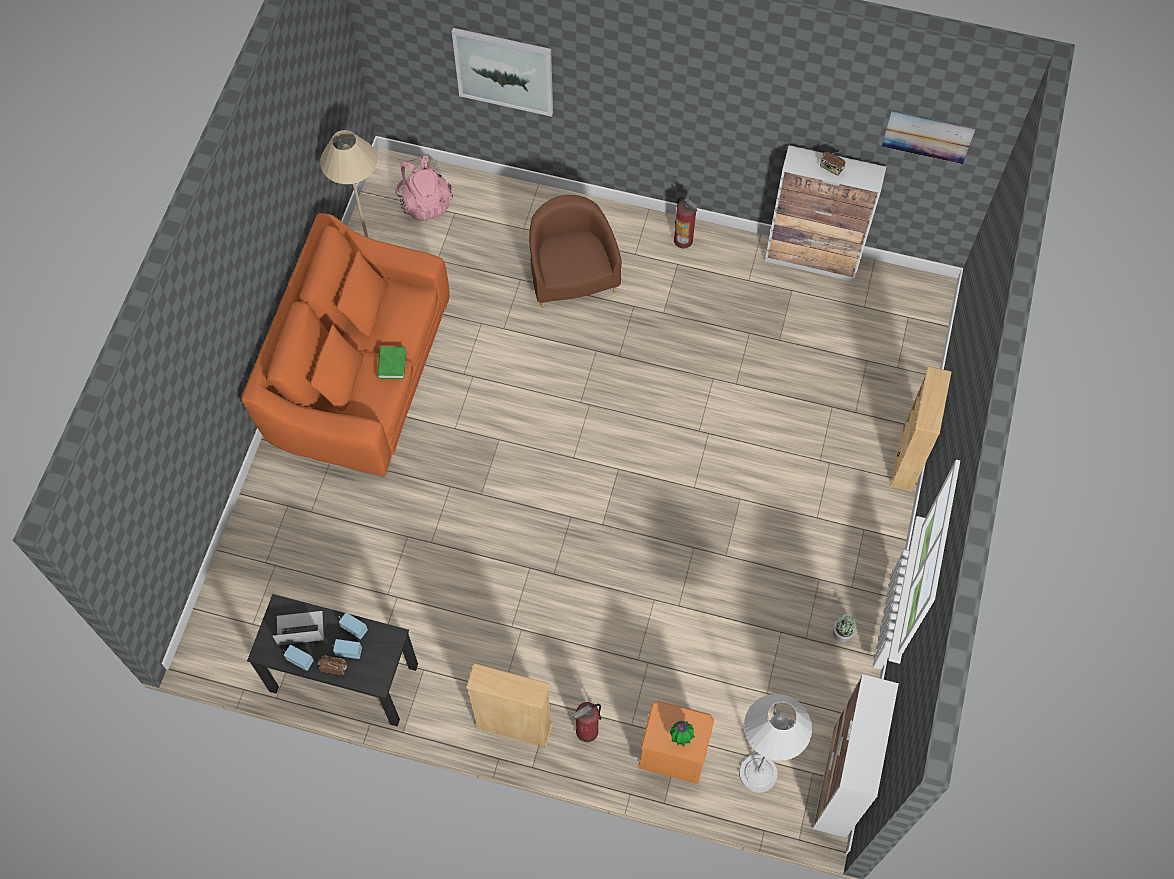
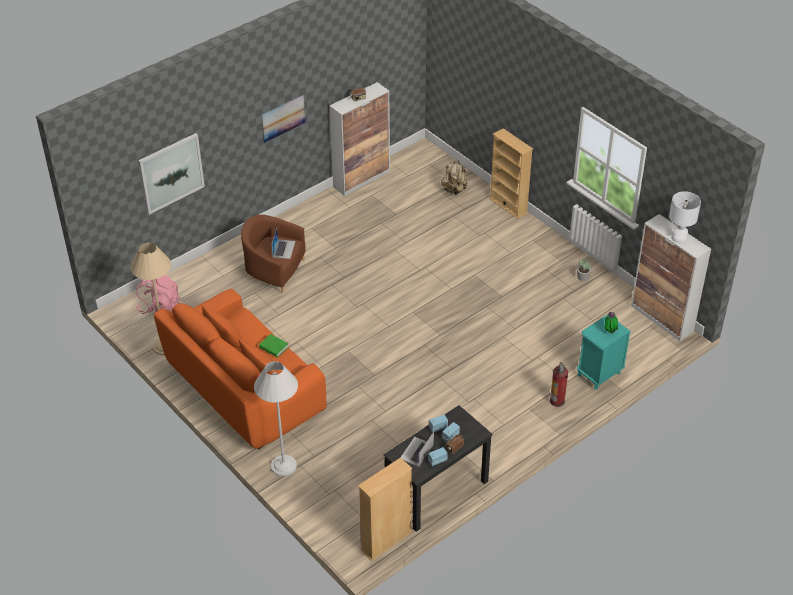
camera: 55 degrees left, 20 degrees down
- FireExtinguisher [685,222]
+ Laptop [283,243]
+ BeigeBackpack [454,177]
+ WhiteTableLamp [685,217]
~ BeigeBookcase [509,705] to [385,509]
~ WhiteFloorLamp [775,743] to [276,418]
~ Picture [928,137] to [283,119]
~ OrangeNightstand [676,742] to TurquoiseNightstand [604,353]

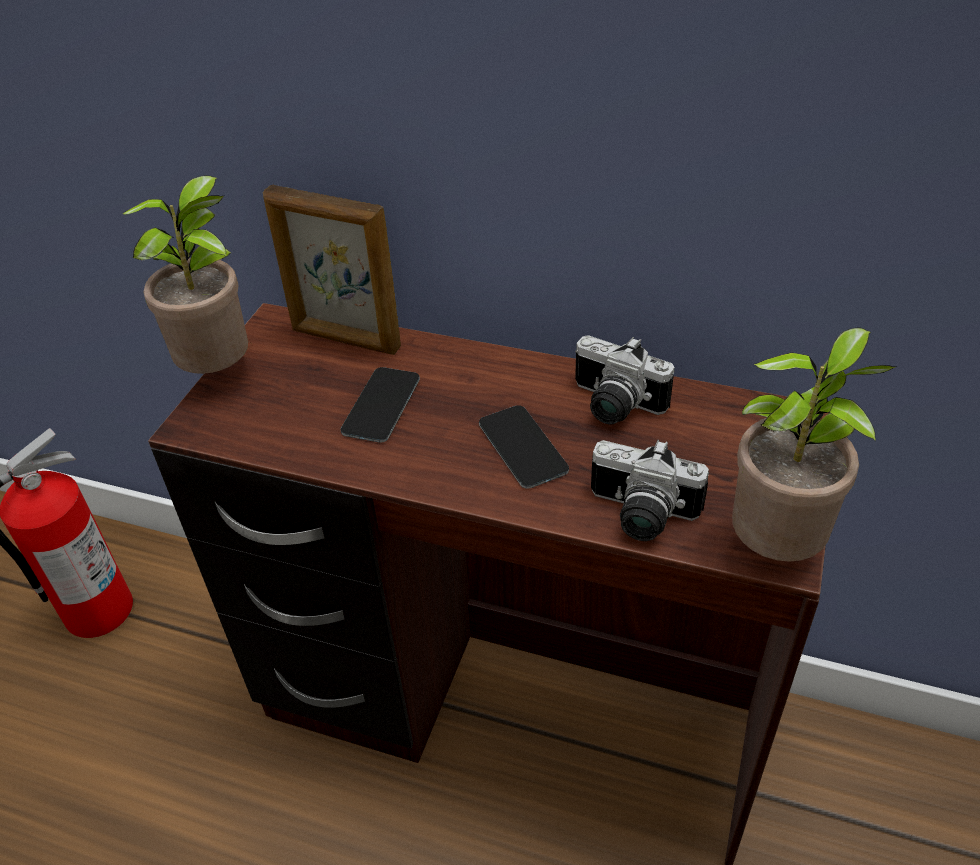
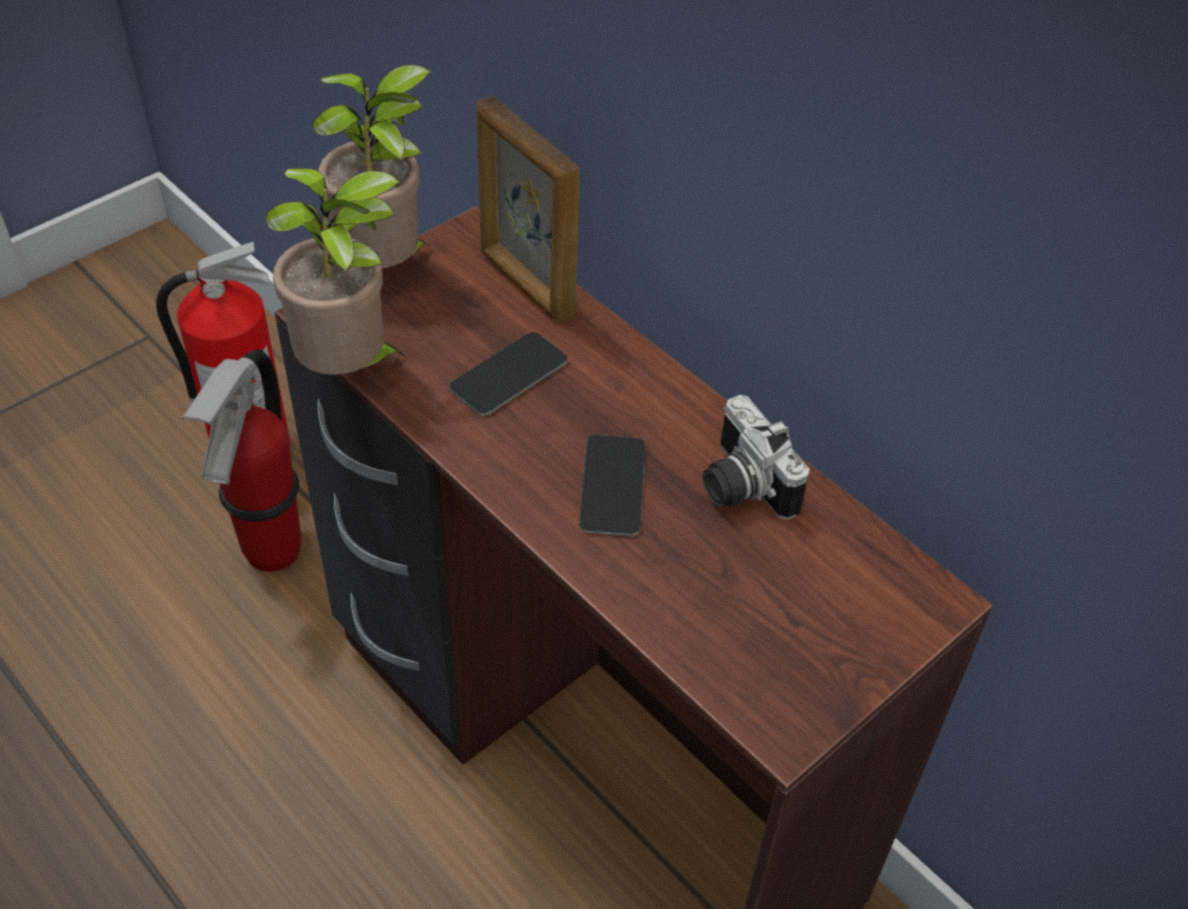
camera: 25 degrees right, 5 degrees up
- PhotoCamera [650,490]
+ FireExtinguisher [241,460]
~ PottedPlant [814,444] to [335,271]

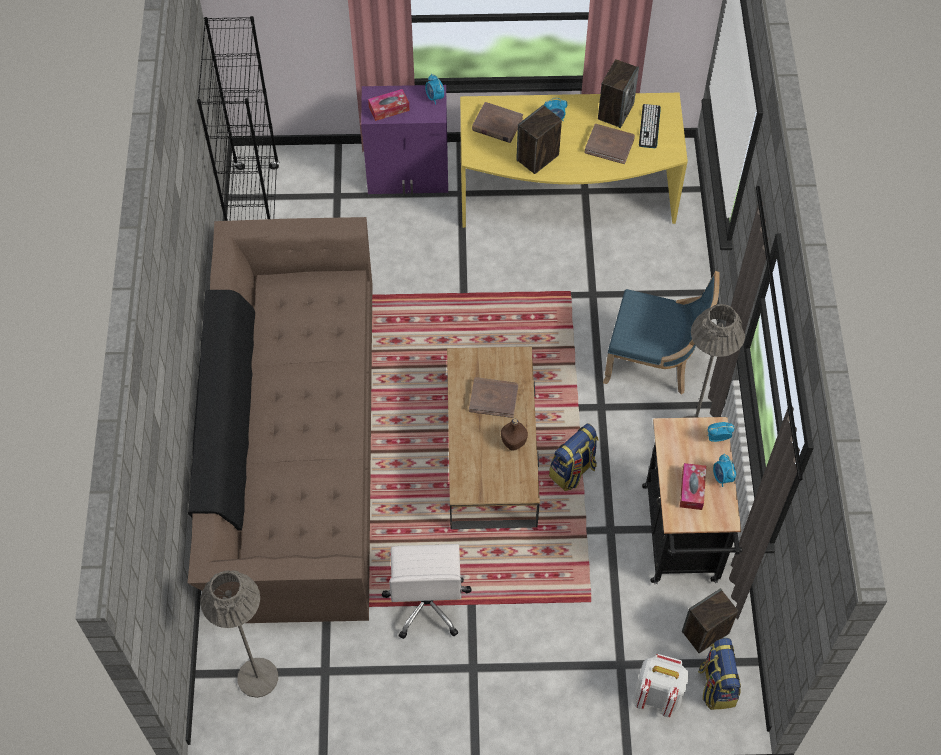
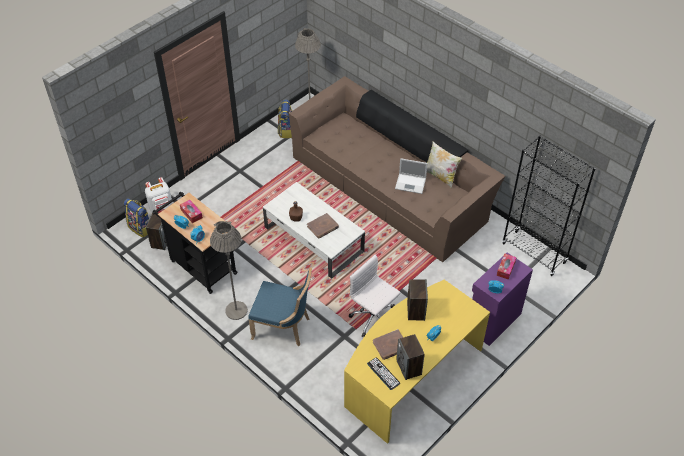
camera: 135 degrees right, 10 degrees down
- BrownBook [497,122]
+ Laptop [411,176]
+ Pillow [444,165]
~ WhiteOfficeChair [427,591] to [374,296]
~ Backpack [573,457] to [285,118]
~ BrownCoffeeTable [493,438] to WhiteCoffeeTable [314,230]
~ BlueChair [661,333] = [280,306] 135 degrees counterclockwise

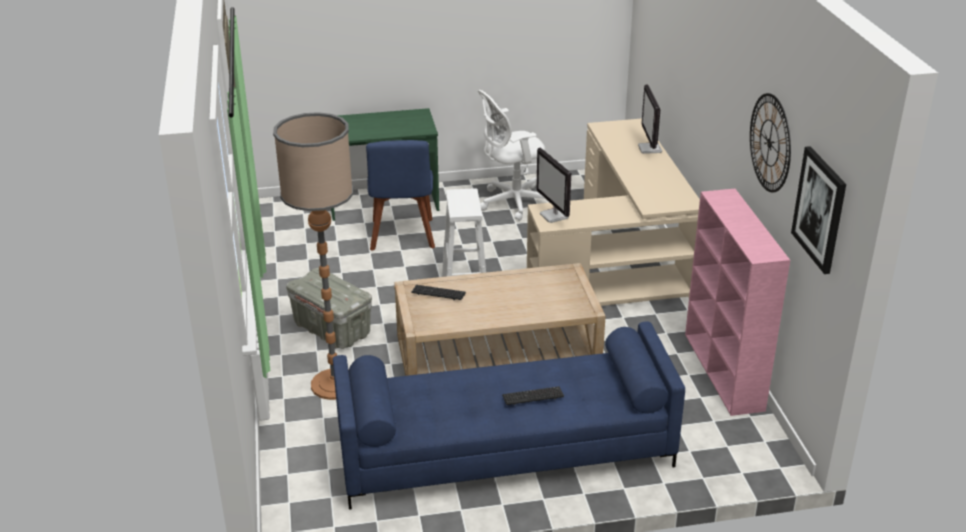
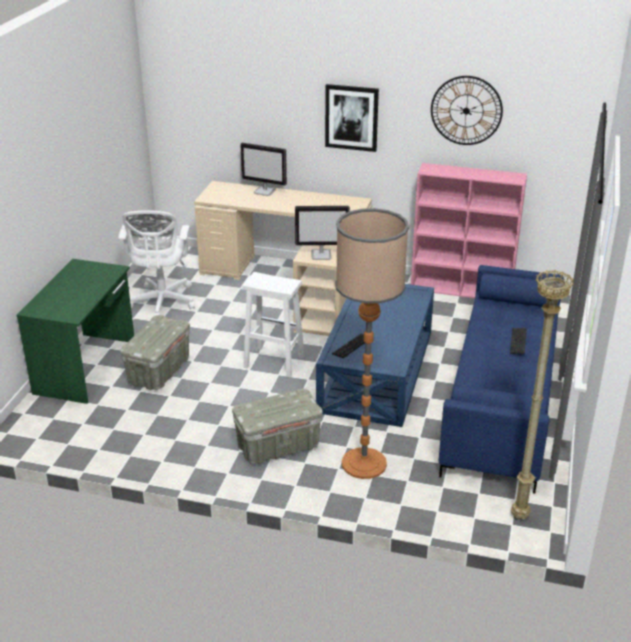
camera: 65 degrees left, 0 degrees up
+ BeigeFloorLamp [542,395]
~ Picture [818,210] to [352,118]
~ BlueChair [400,195] to GreyStorageBox [155,352]
~ BeigeCoffeeTable [500,319] to BlueCoffeeTable [375,355]

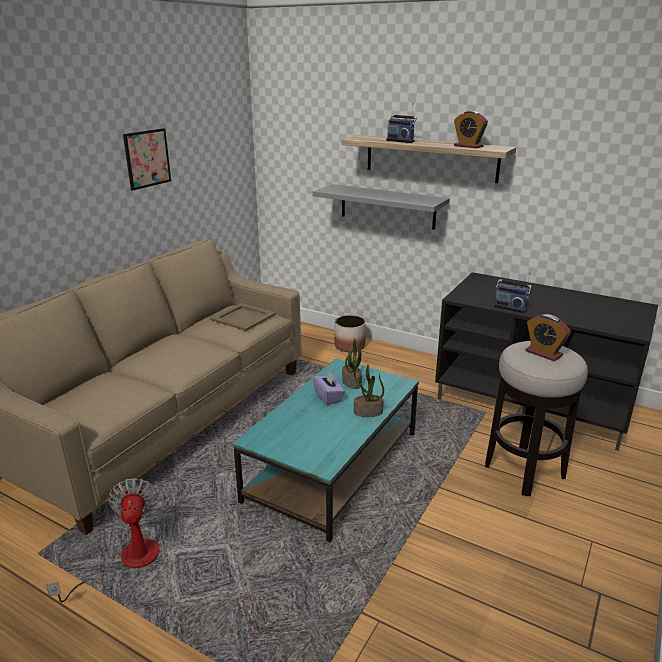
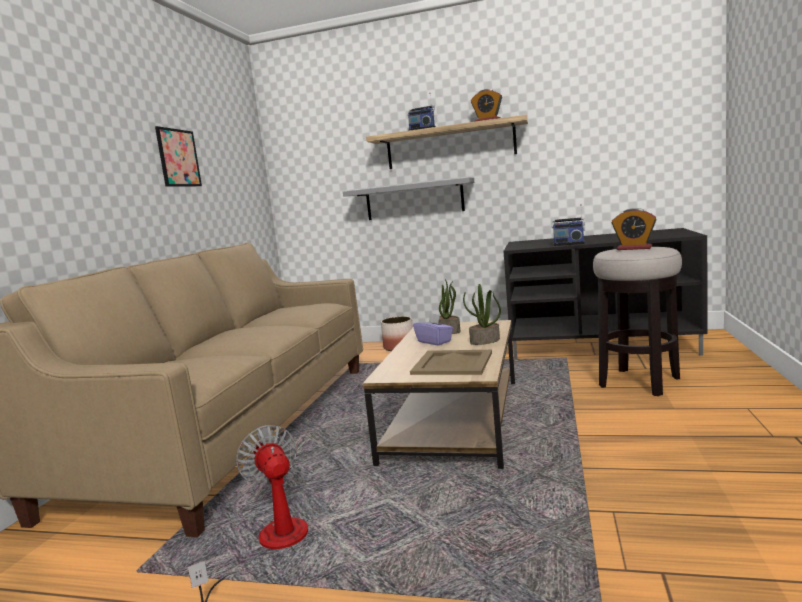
camera: 15 degrees left, 15 degrees down
~ BeigeTray [243,317] to [451,362]
~ TurquoiseCoffeeTable [325,450] to BrownCoffeeTable [439,394]

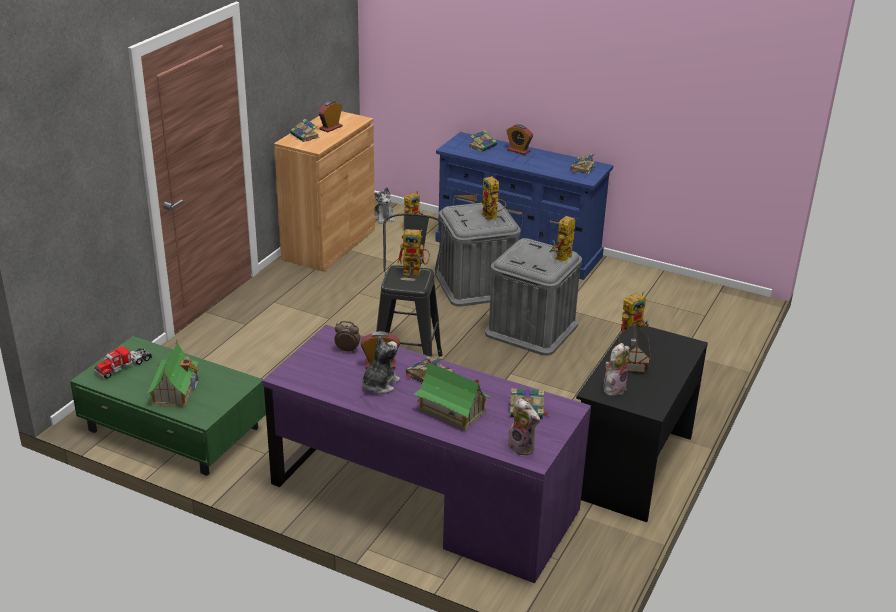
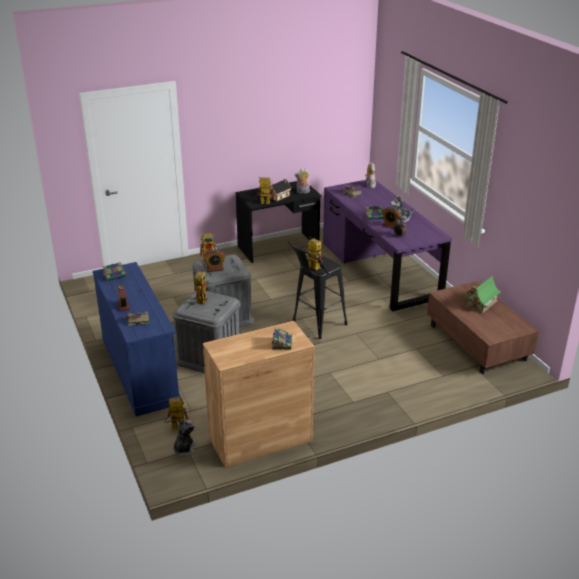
camera: 140 degrees left, 0 degrees up
- ToyTruck [123,362]
- ToyHouse [453,395]
~ AlarmClock [330,116] to [214,261]
~ GreenCoffeeTable [168,406] to BrownCoffeeTable [483,327]

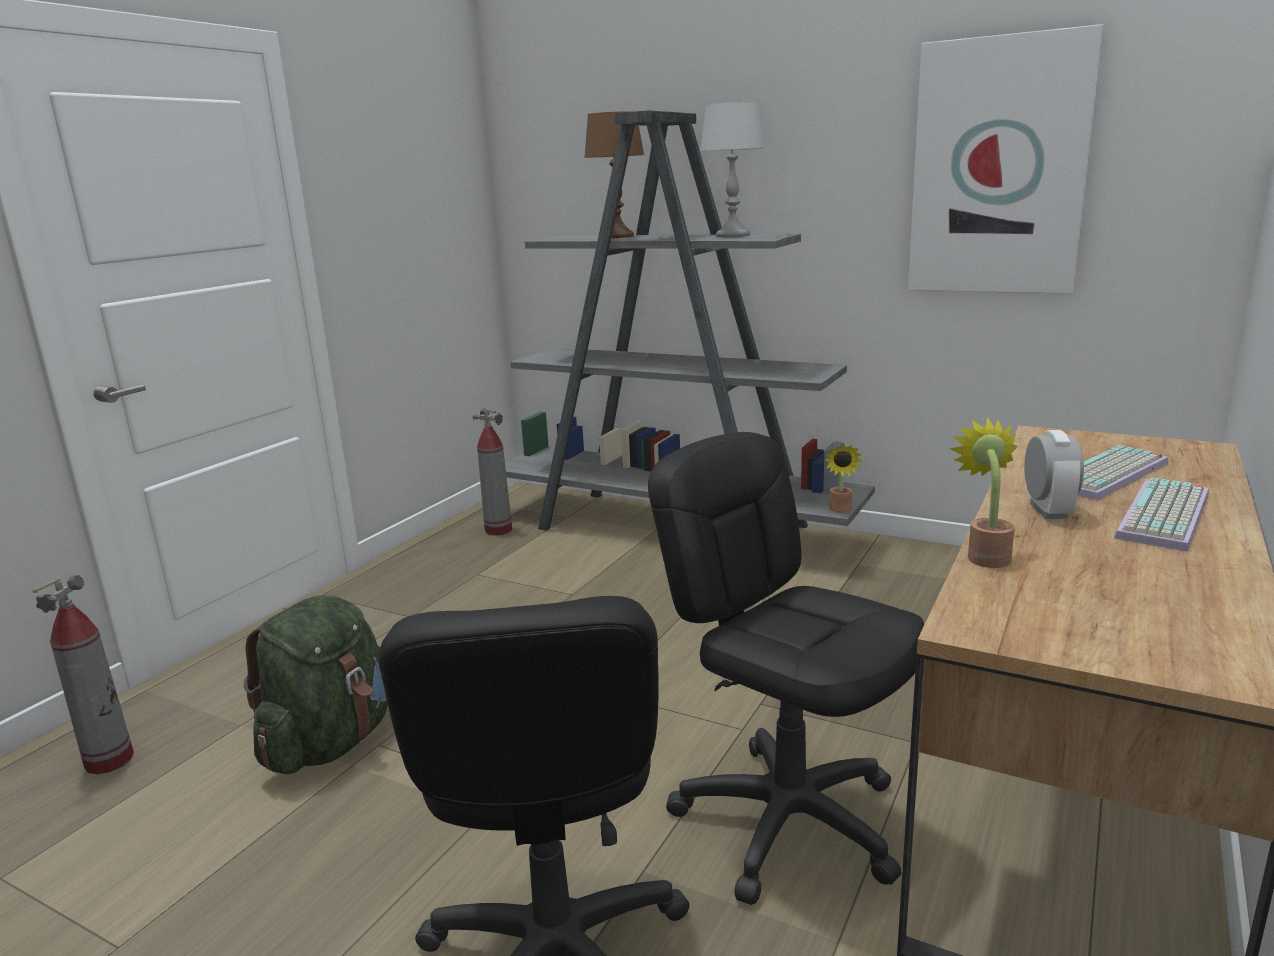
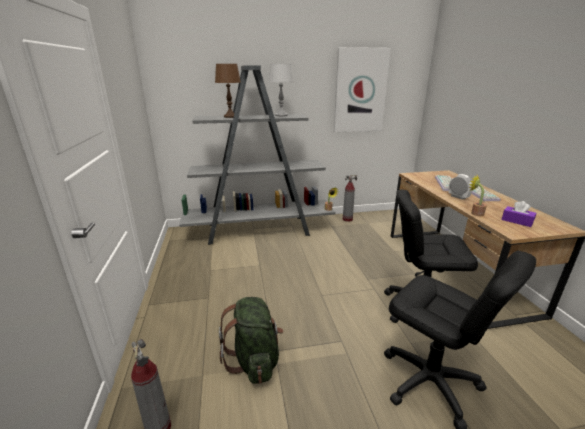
camera: 40 degrees left, 5 degrees up
+ PurpleTissueBox [518,214]
~ FireExtinguisher [492,471] to [350,198]

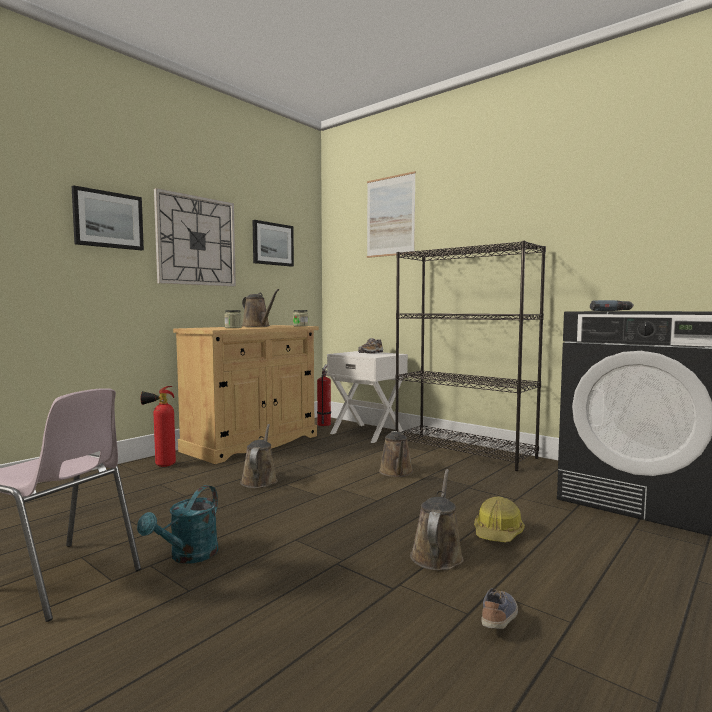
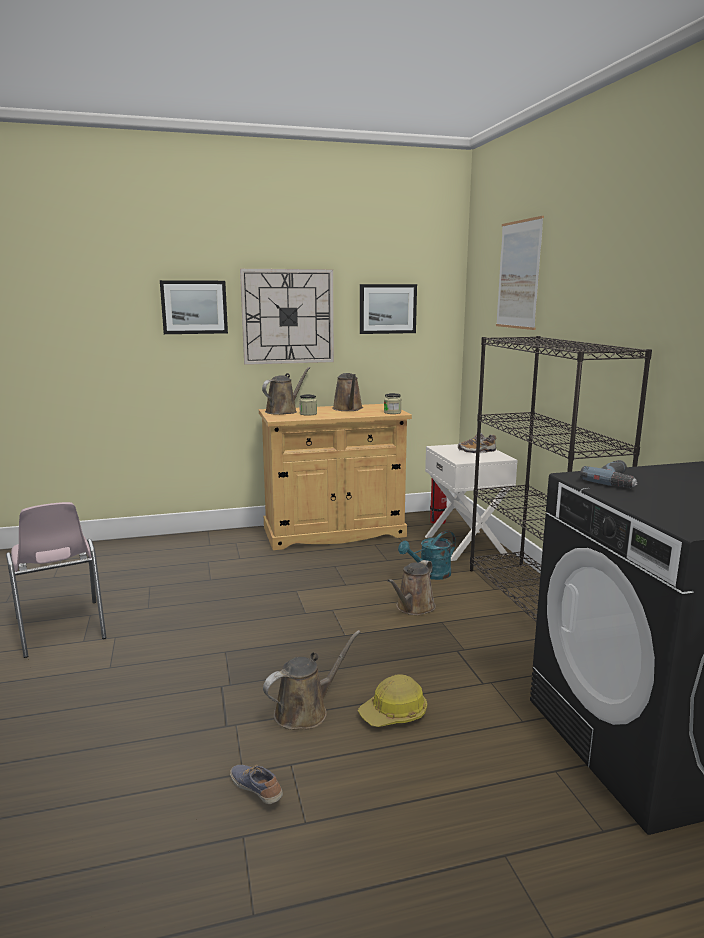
camera: 35 degrees right, 10 degrees up
- FireExtinguisher [158,426]
~ TurquoiseWateringCan [177,524] to [427,555]
~ BrownWateringCan [259,456] to [286,391]
~ Shoe [500,608] = [256,784] 105 degrees counterclockwise

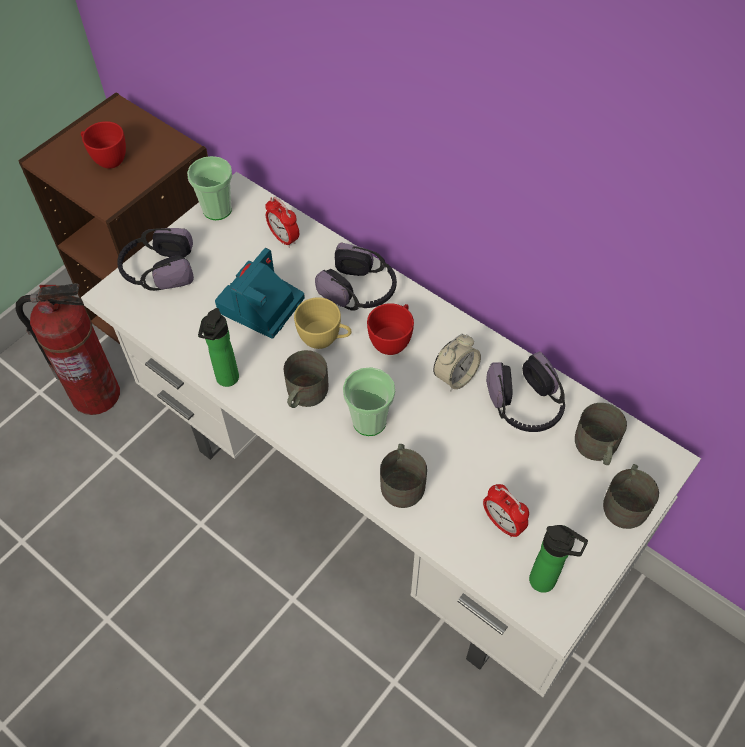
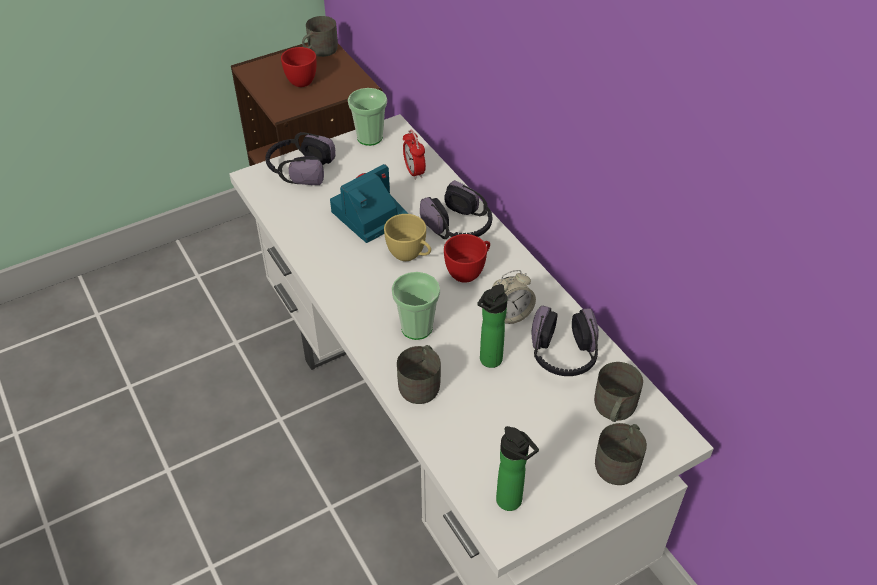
camera: 20 degrees right, 10 degrees down
- FireExtinguisher [68,349]
- AlarmClock [506,510]
~ Bottle [218,347] to [492,326]
~ GreyMug [306,379] to [320,36]

